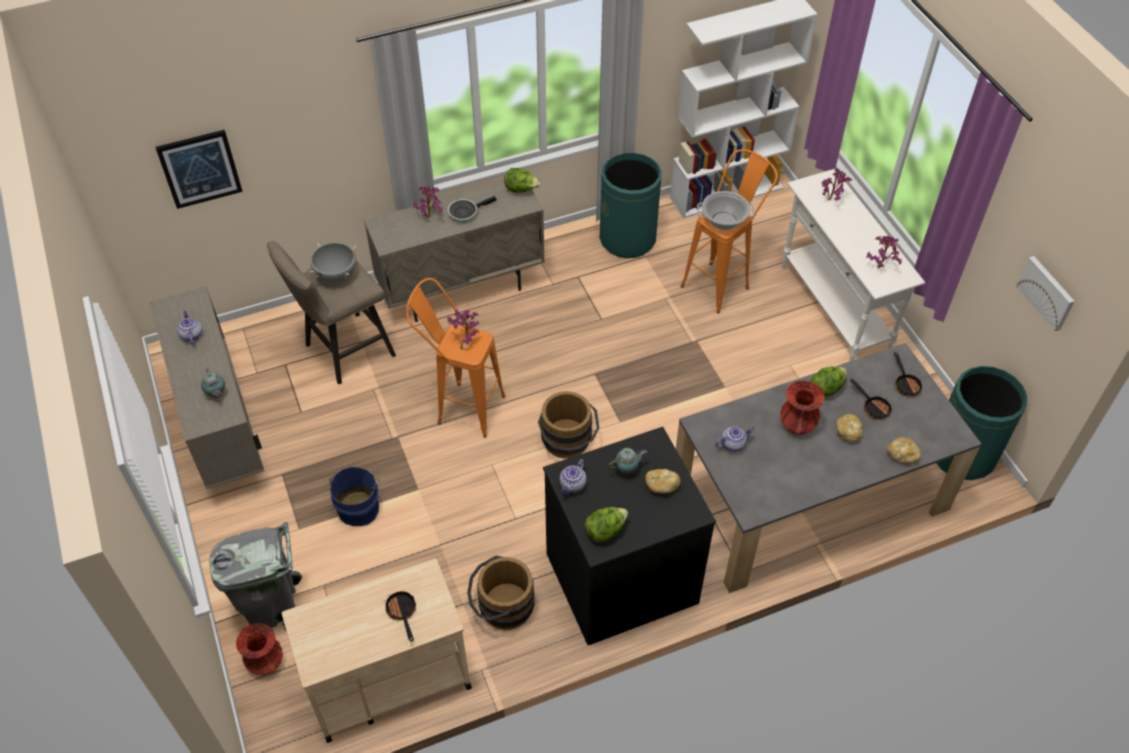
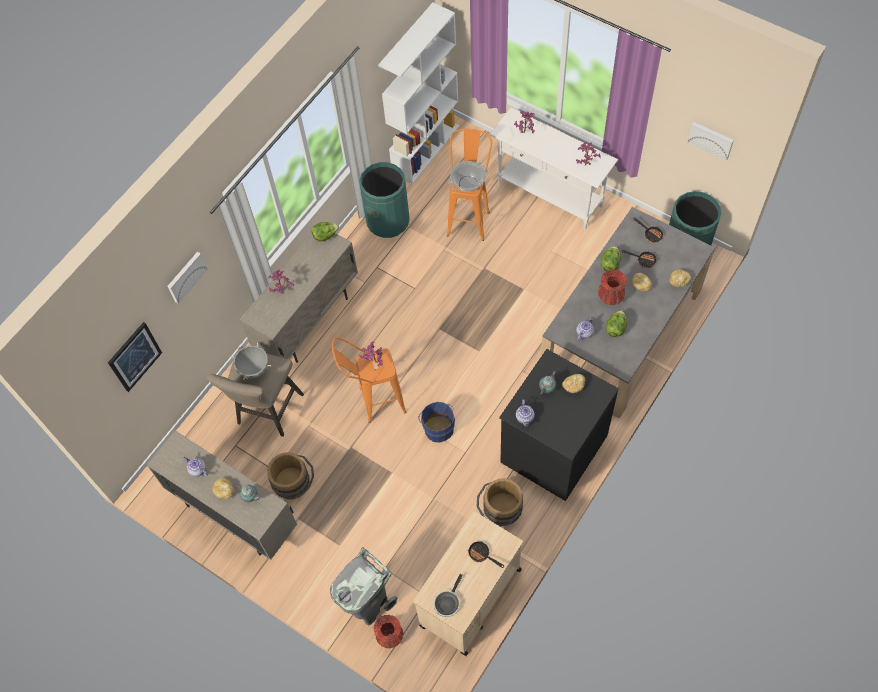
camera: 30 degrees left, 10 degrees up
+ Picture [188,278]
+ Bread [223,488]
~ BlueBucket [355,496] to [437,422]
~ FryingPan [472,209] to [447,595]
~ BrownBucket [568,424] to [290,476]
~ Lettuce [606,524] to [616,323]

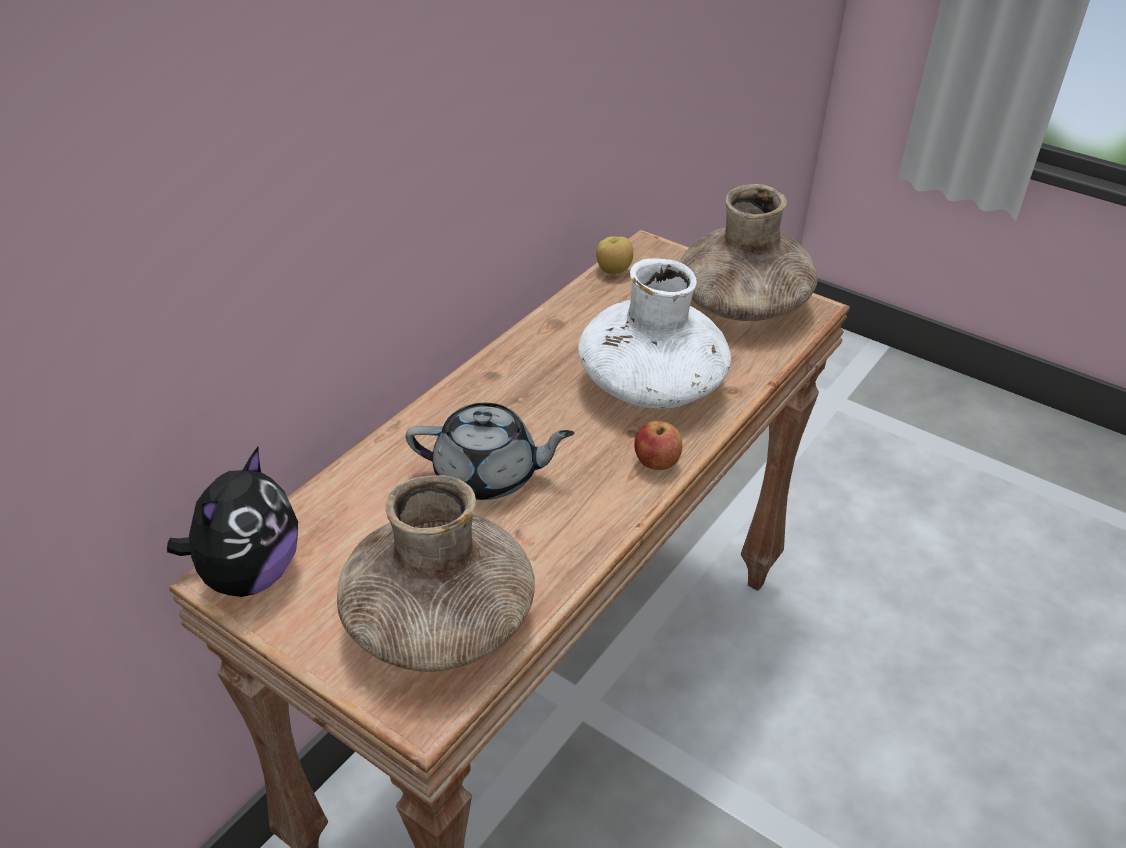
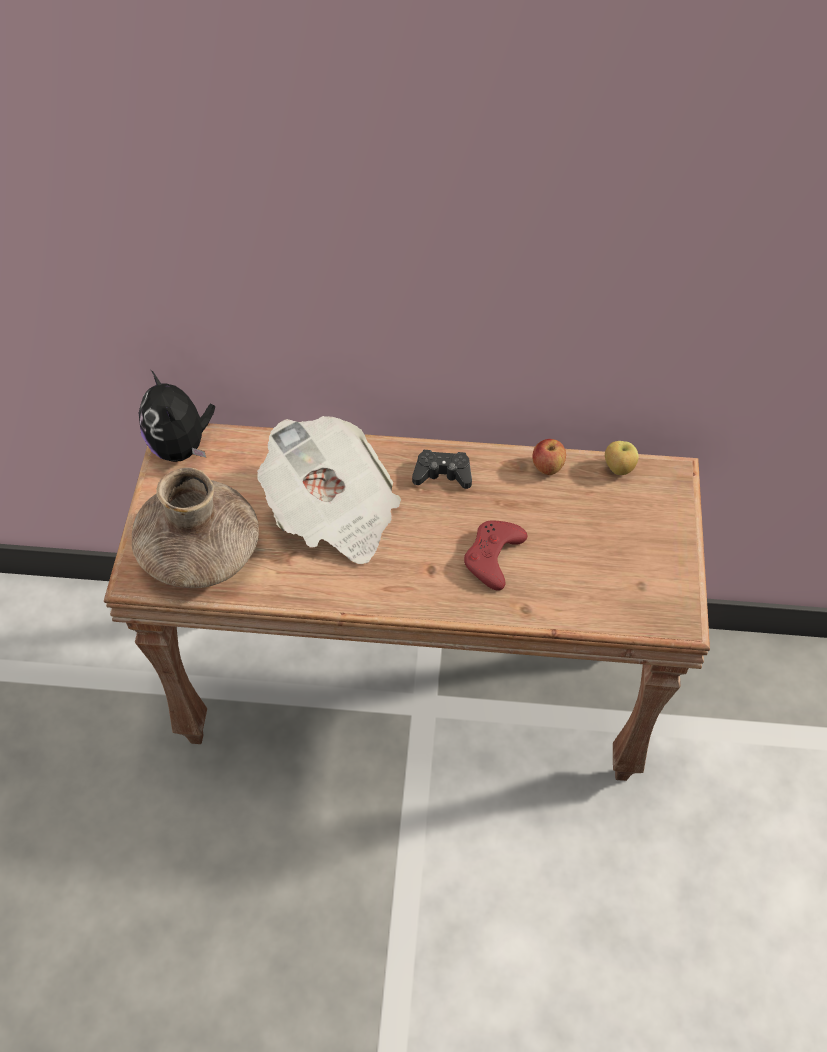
camera: 60 degrees right, 15 degrees up
- BrownVase [749,252]
+ BlackGameController [442,469]
~ Apple [658,445] to [549,457]
~ GreyTeapot [490,451] to Newspaper [329,490]
~ WhiteVase [654,333] to RedGameController [495,556]
~ PlushToy [232,522] = [177,416] 75 degrees clockwise

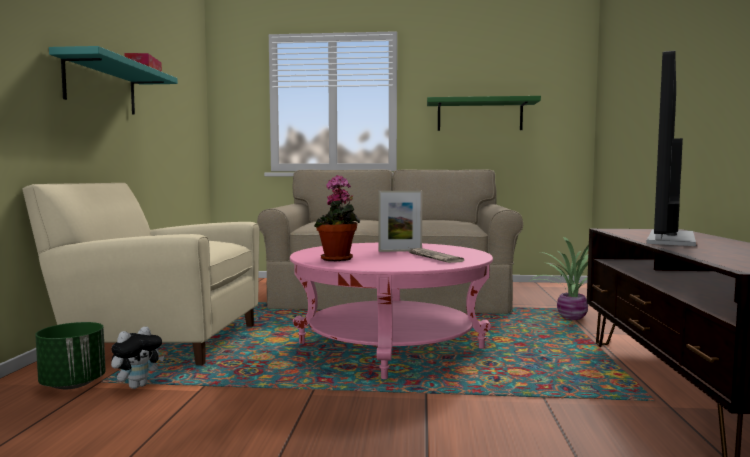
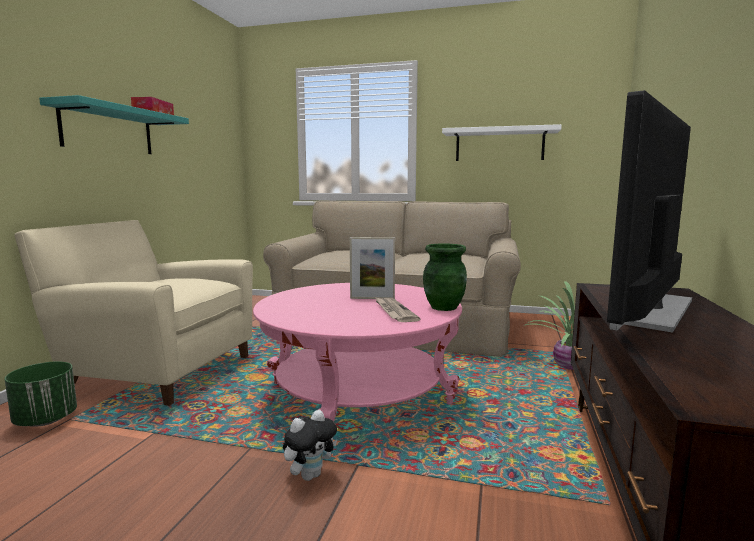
camera: 10 degrees right, 5 degrees up
- PottedPlant [337,218]
+ GreenVase [445,277]
~ PlushToy [137,357] to [310,445]
~ GreenShelf [484,113] to WhiteShelf [502,142]

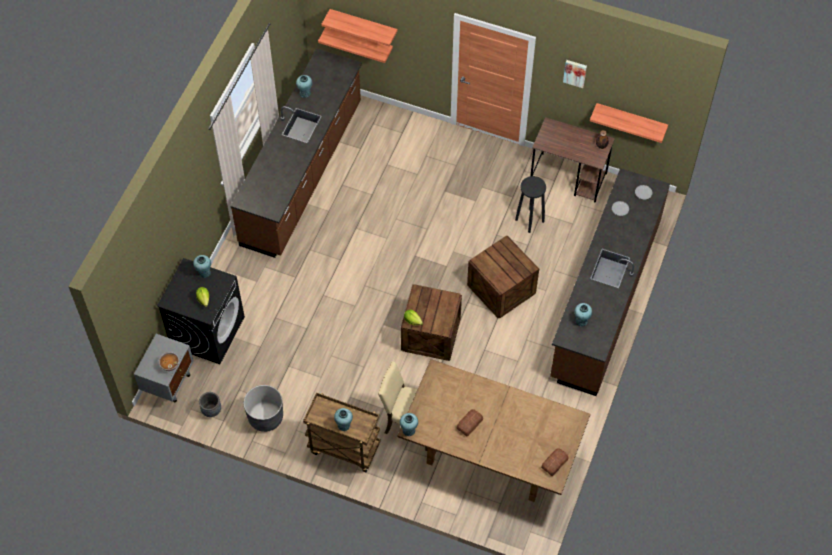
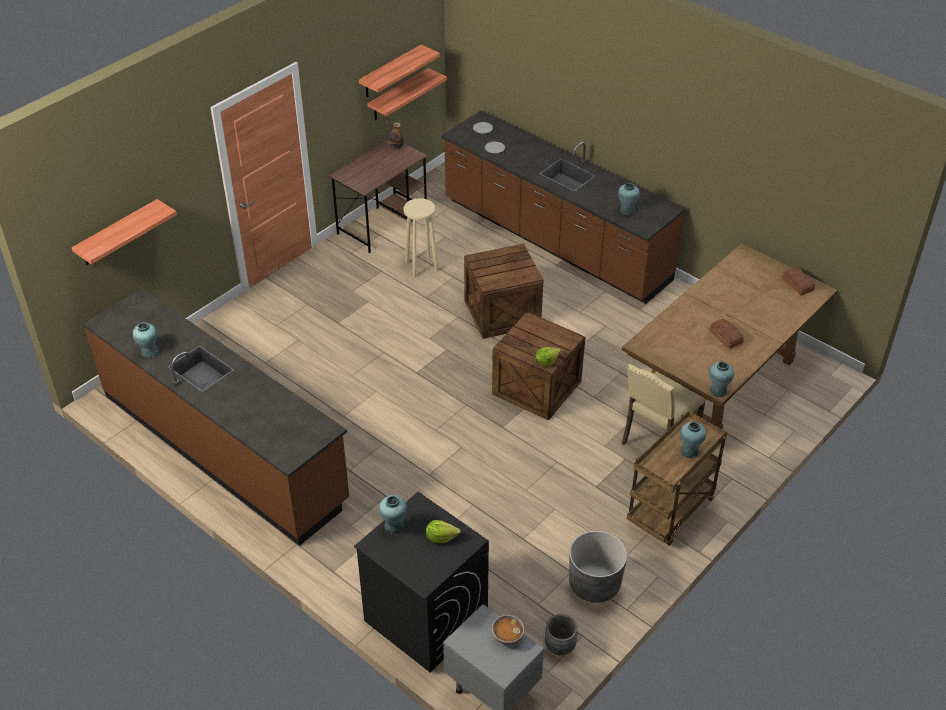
camera: 70 degrees left, 15 degrees down
- Picture [575,74]
~ Shelf [355,45] to [399,70]
~ BlackStool [530,204] to BeigeStool [420,238]

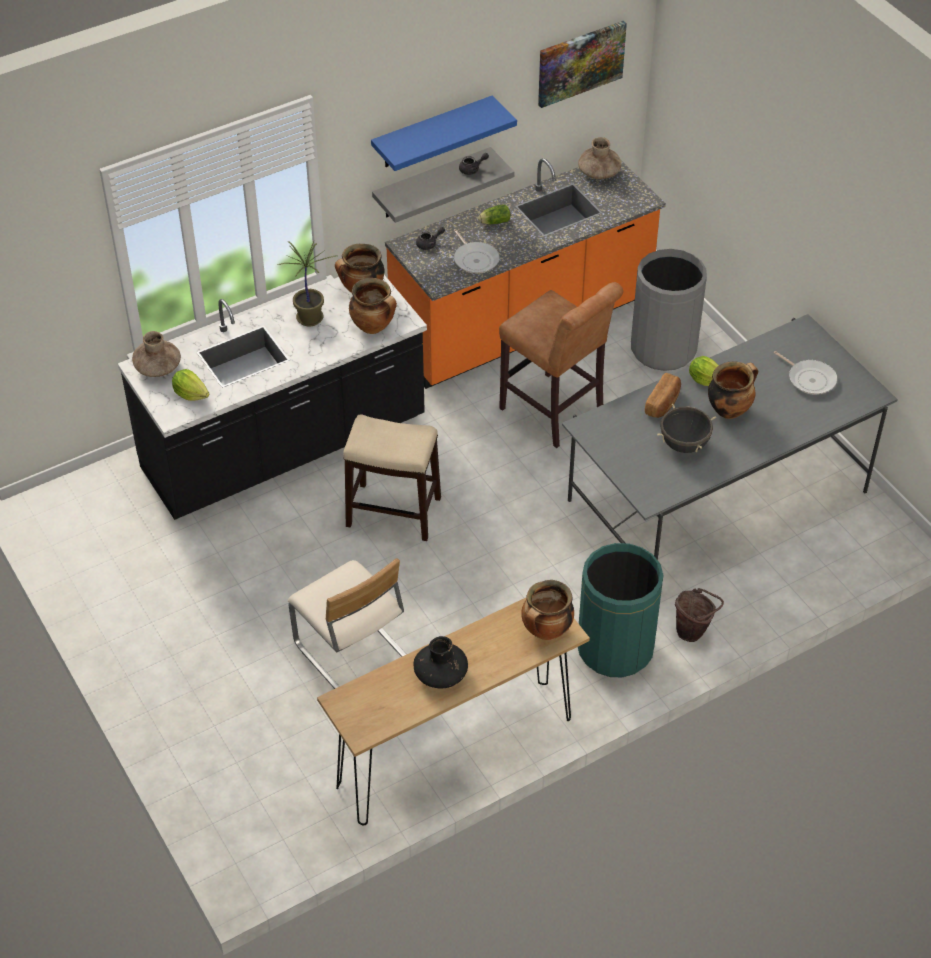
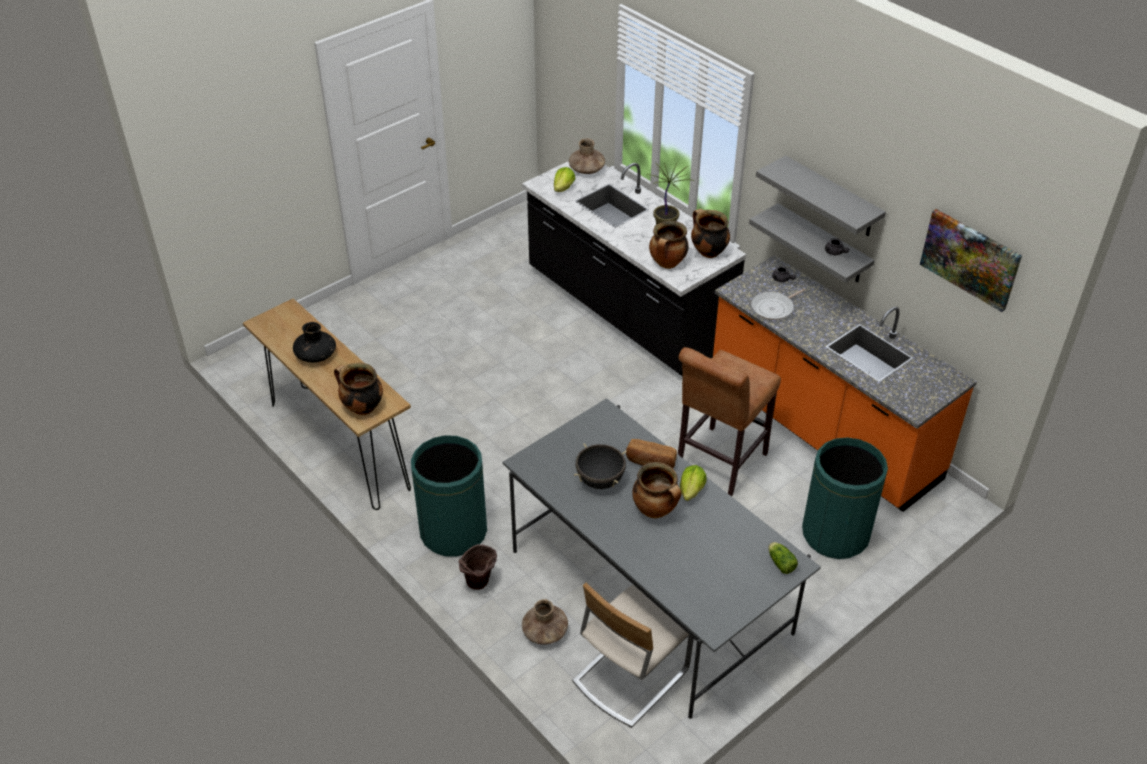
camera: 80 degrees right, 5 degrees down
- Stool [392,477]
- FryingPan [805,373]
~ BeigeChair [347,623] to [633,655]
~ Lettuce [494,214] to [783,558]
~ BrownVase [600,158] to [545,621]
~ BlueShelf [444,133] to GreyShelf [821,196]
~ GreyTrashCan [669,310] to GreenTrashCan [845,498]

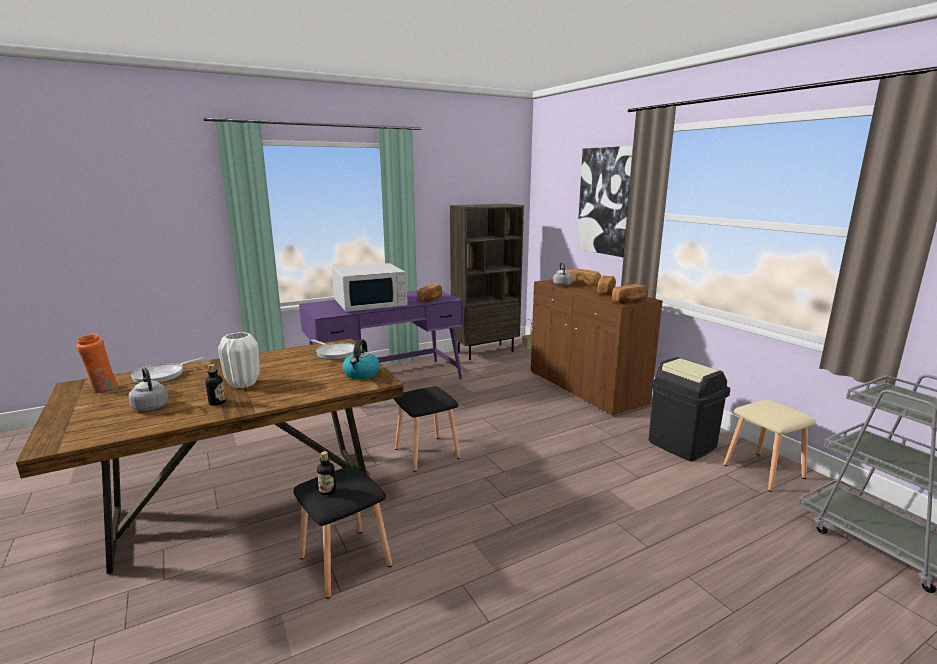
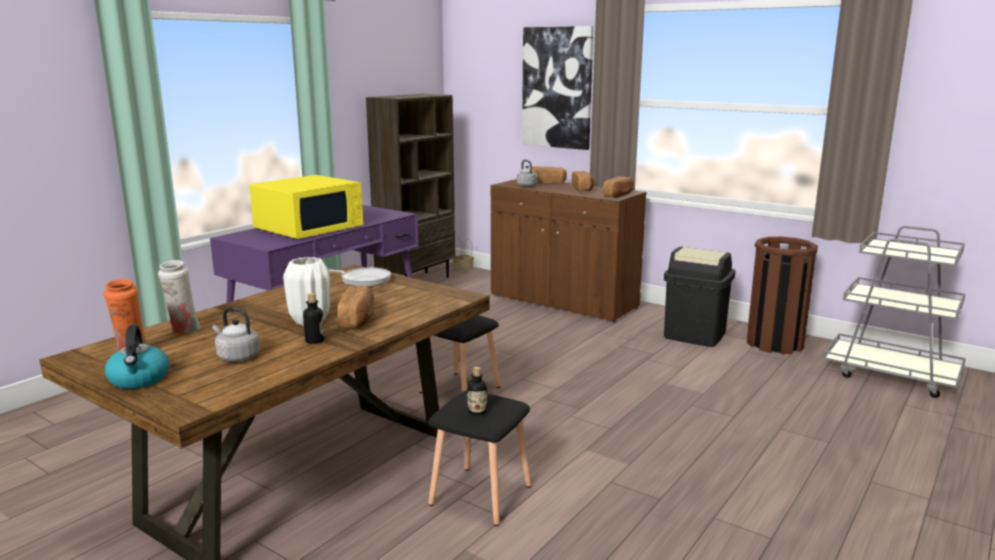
camera: 25 degrees left, 0 degrees up
~ Kettle [361,359] to [137,357]
~ Bread [429,293] to [355,307]
~ FryingPan [168,370] to WhiteVase [179,297]
~ BeigeStool [770,446] to BrownTrashCan [782,295]
~ WhiteMicrowave [370,287] to YellowMicrowave [306,207]

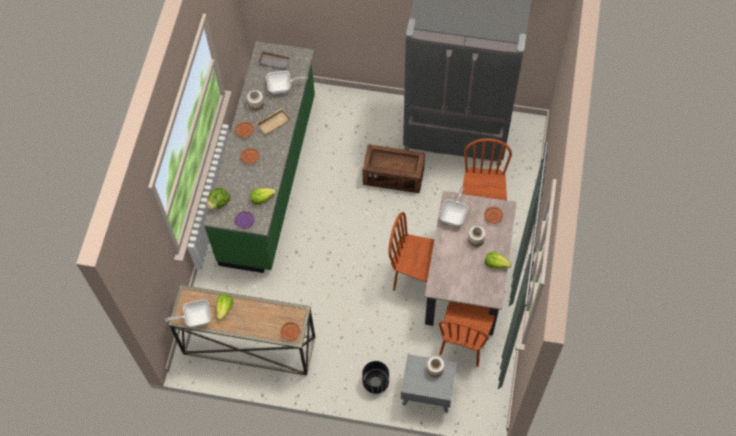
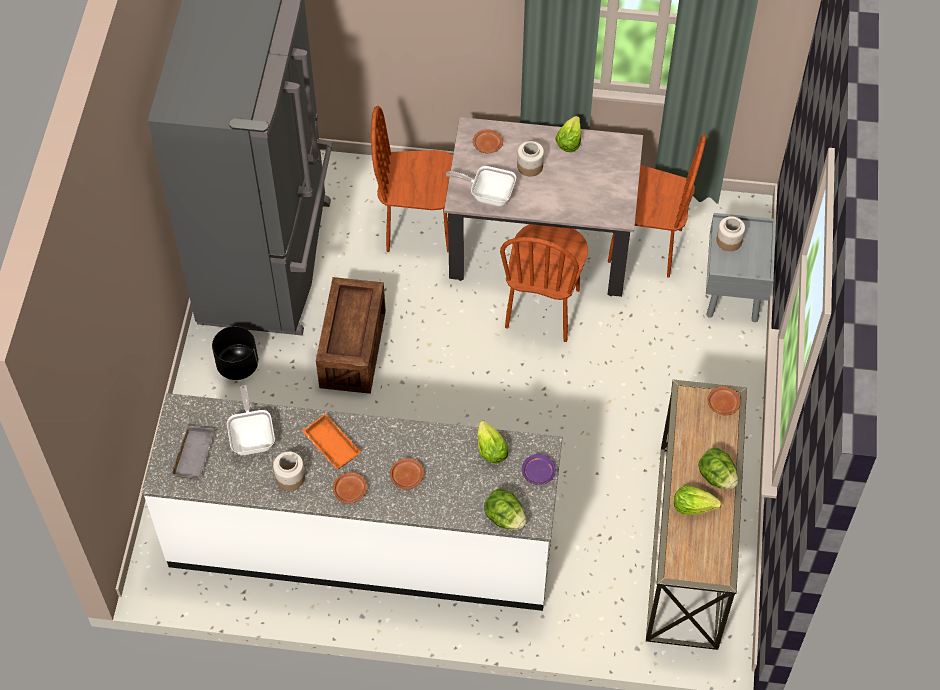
camera: 95 degrees left, 5 degrees down
- FryingPan [188,313]
+ Lettuce [718,468]
~ BlackPlanter [375,377] to [235,353]
~ GreenCounter [259,157] to WhiteCounter [351,502]
~ BeigeTray [273,121] to OrangeTray [331,441]

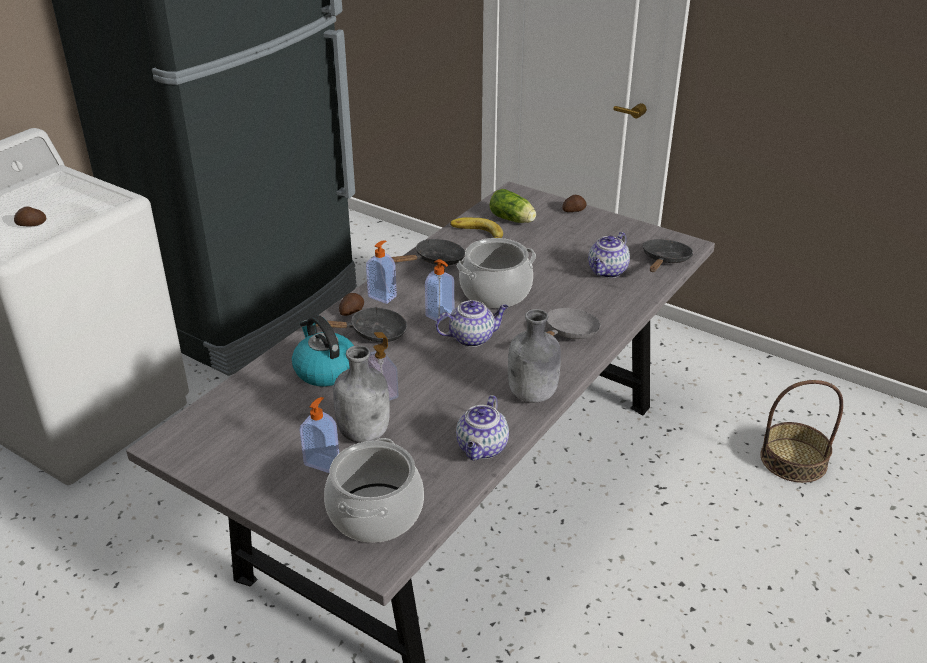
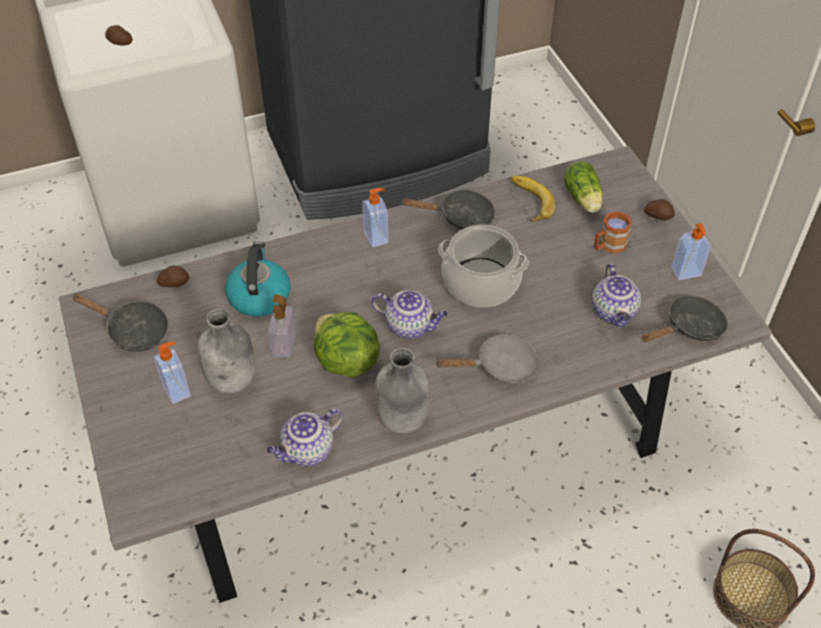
camera: 35 degrees right, 15 degrees up
- CookingPot [374,490]
+ Lettuce [347,345]
+ BrownMug [613,232]
~ BlackFryingPan [361,324] to [120,323]
~ Potato [351,304] to [173,276]
~ SoapDispenser [439,290] to [691,251]
~ Teapot [609,255] = [616,295] 75 degrees counterclockwise

